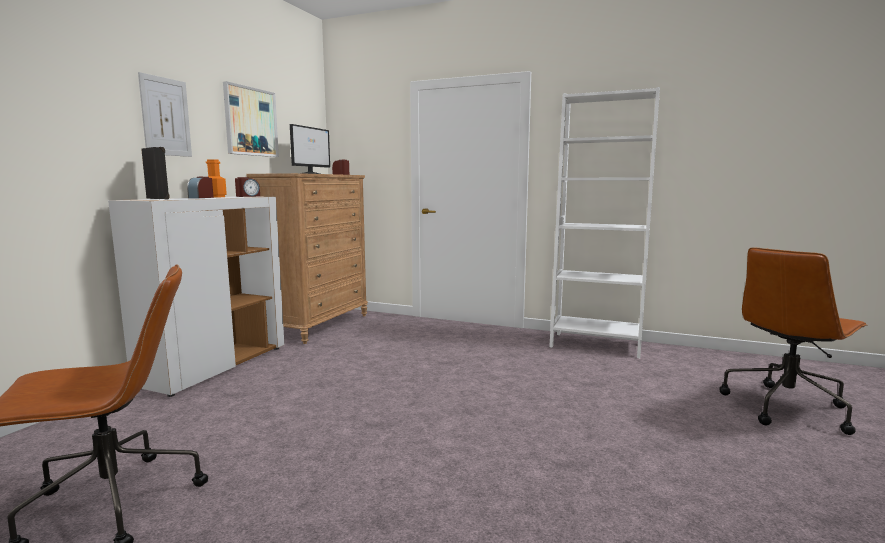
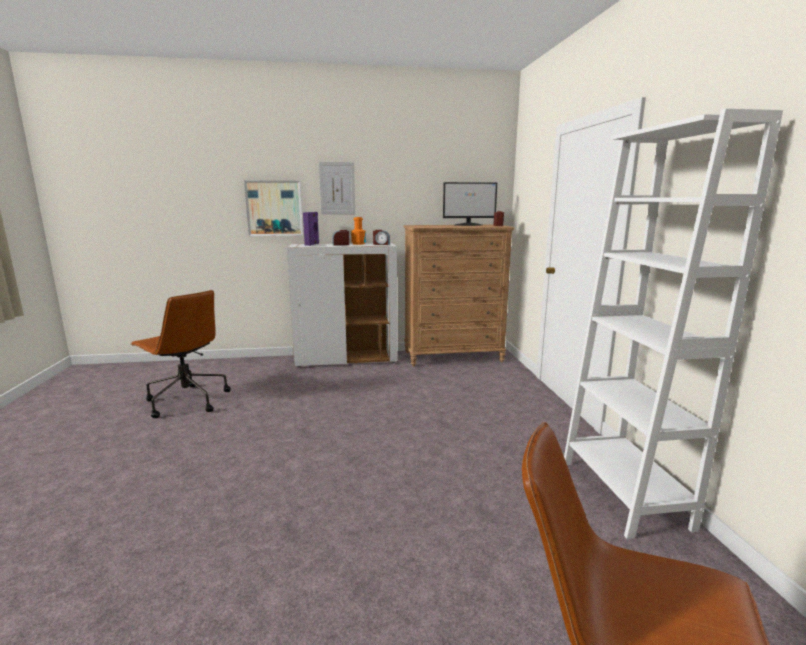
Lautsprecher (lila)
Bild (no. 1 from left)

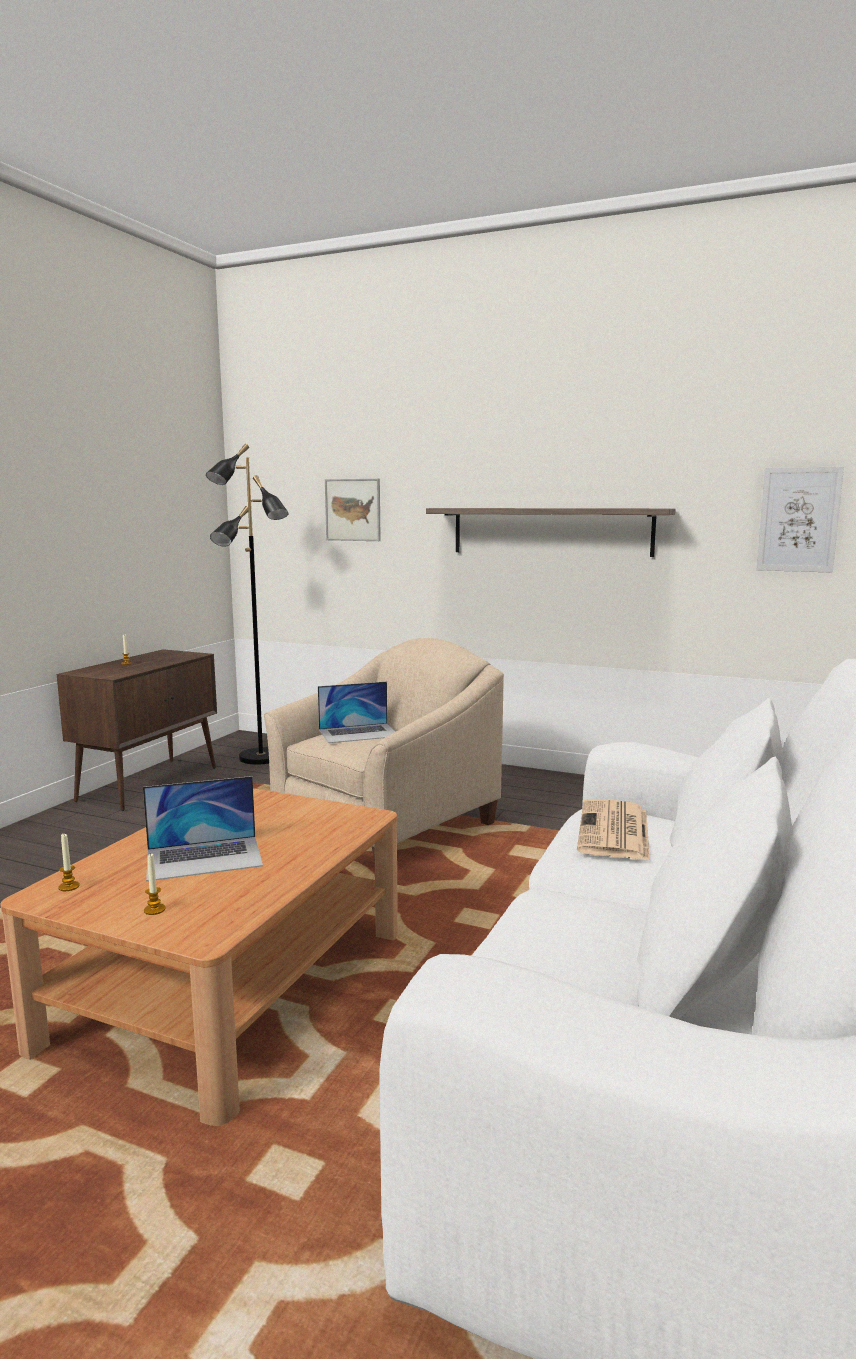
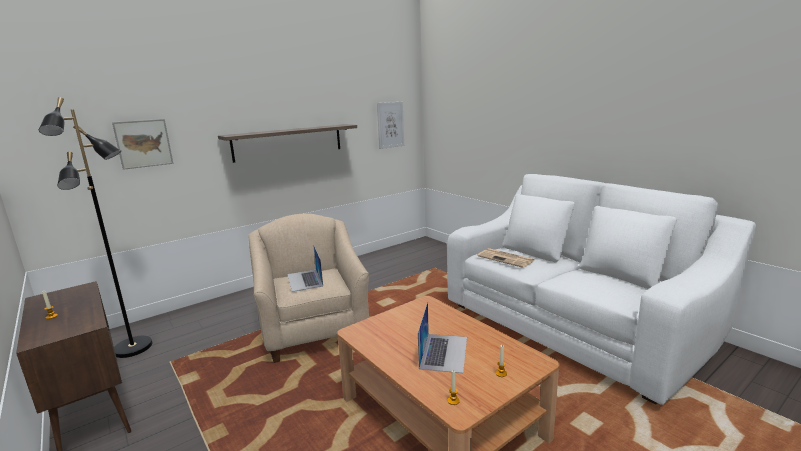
Laptop (no. 1 from left)

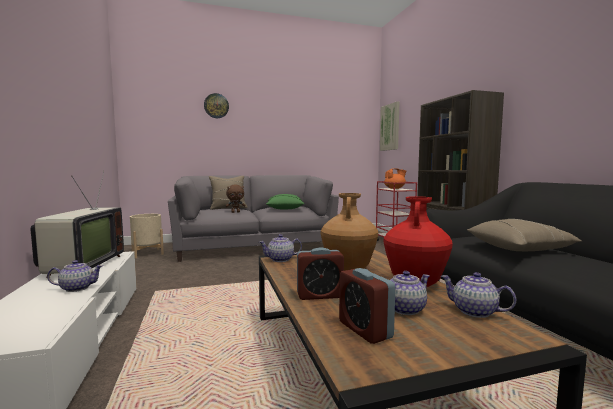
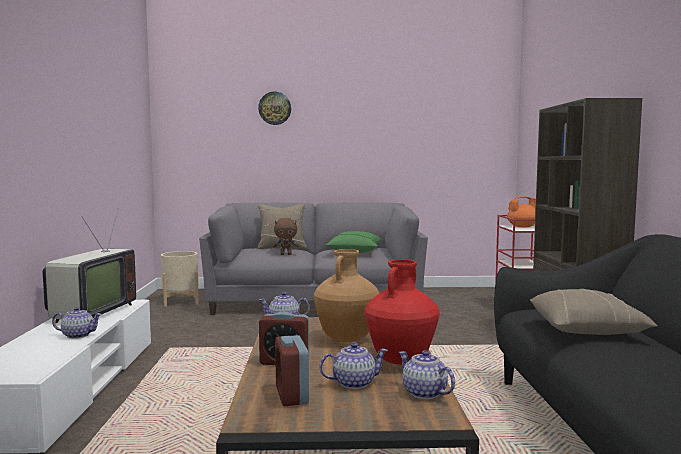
Bild

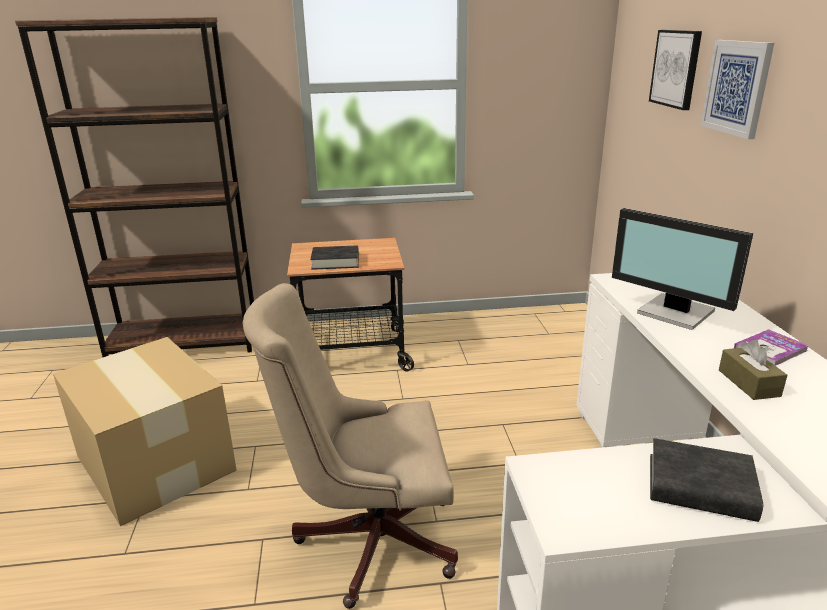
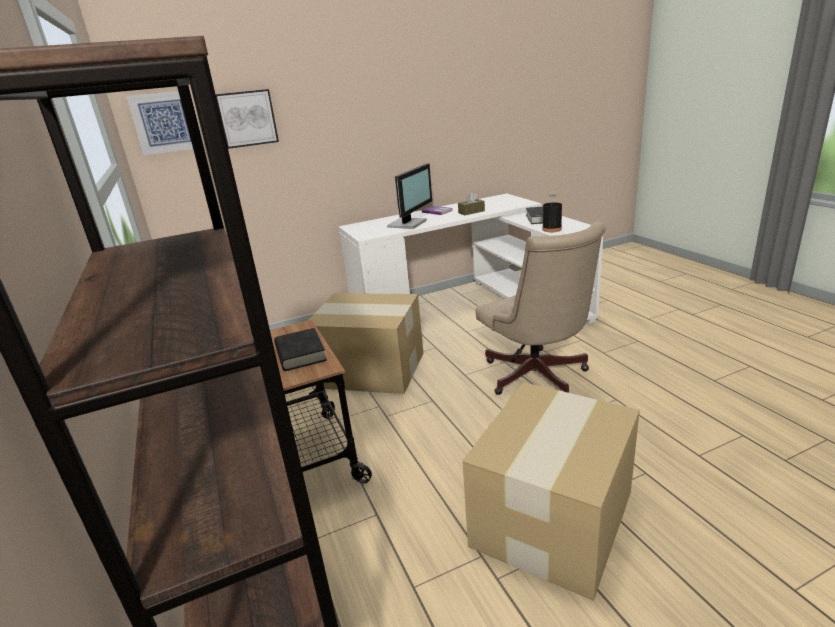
Bild (no. 1 from left)
Karton (no. 1 from left)
Flasche (schwarz)

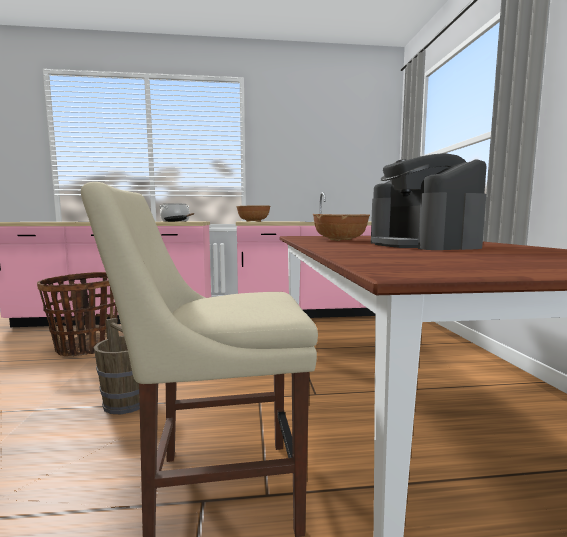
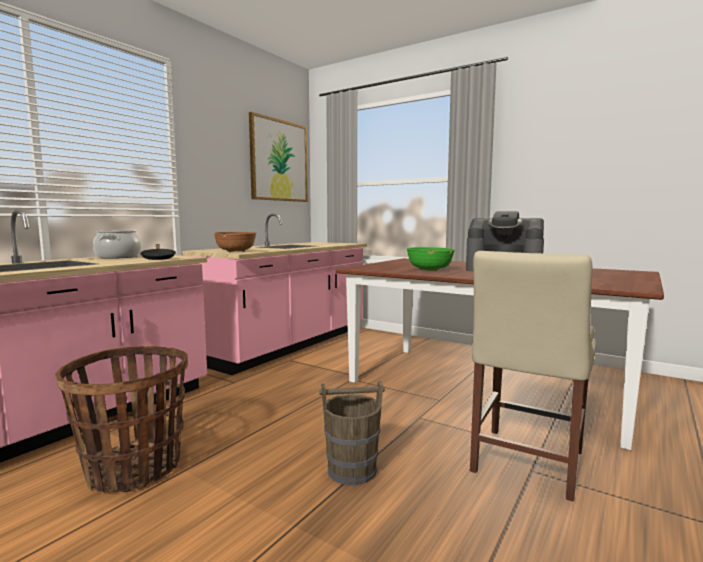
Schüssel (grün)
Bild

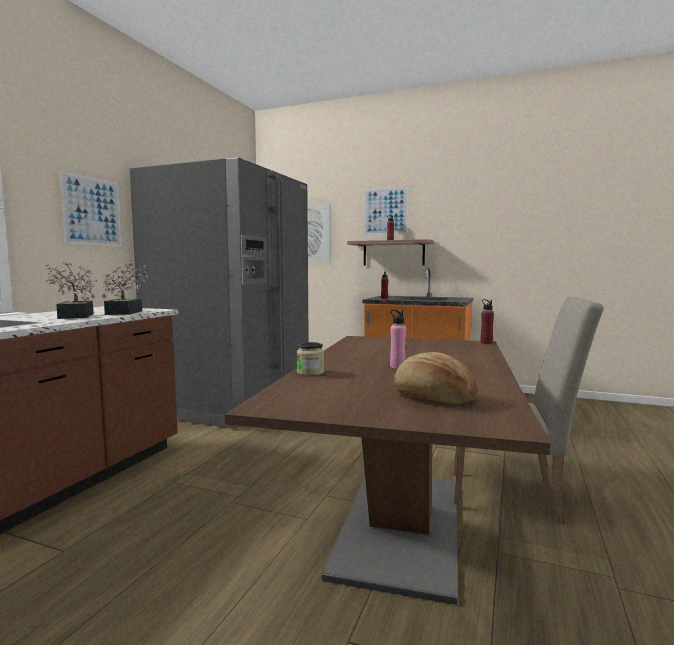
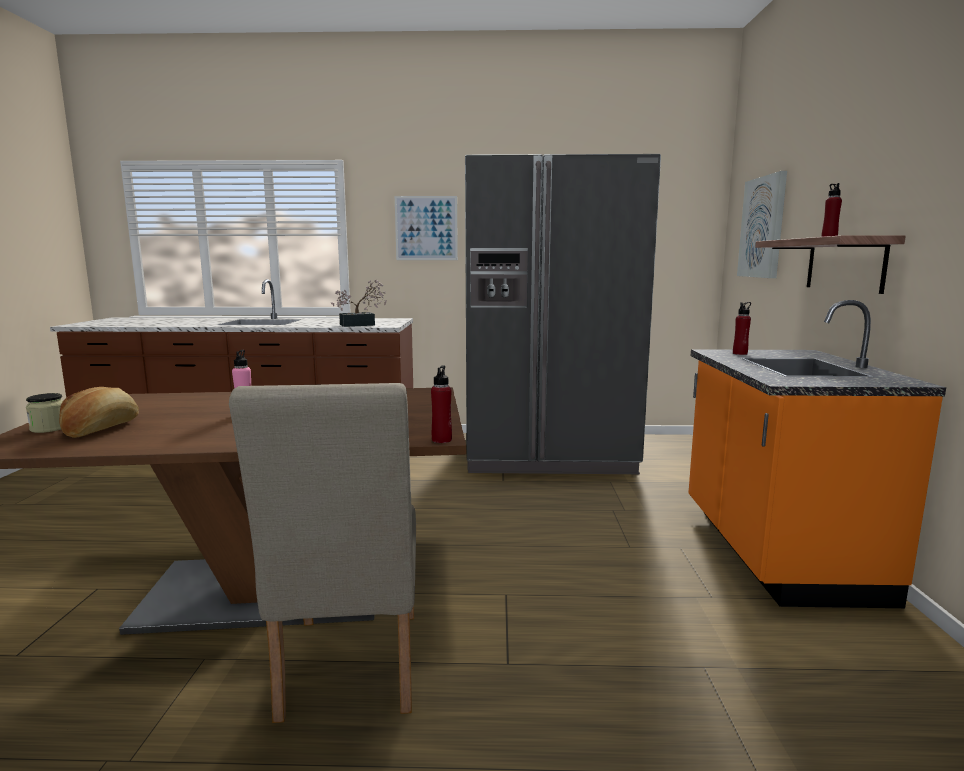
Topfpflanze (no. 1 from left in the first image)
Vorratsglas
Bild (no. 3 from left in the first image)

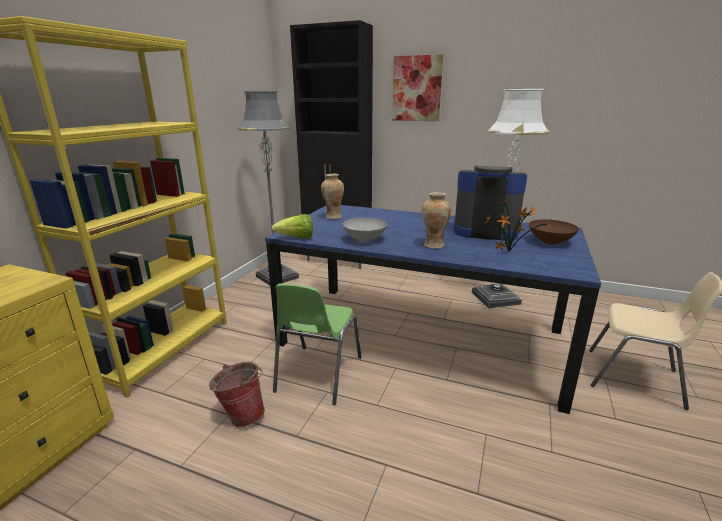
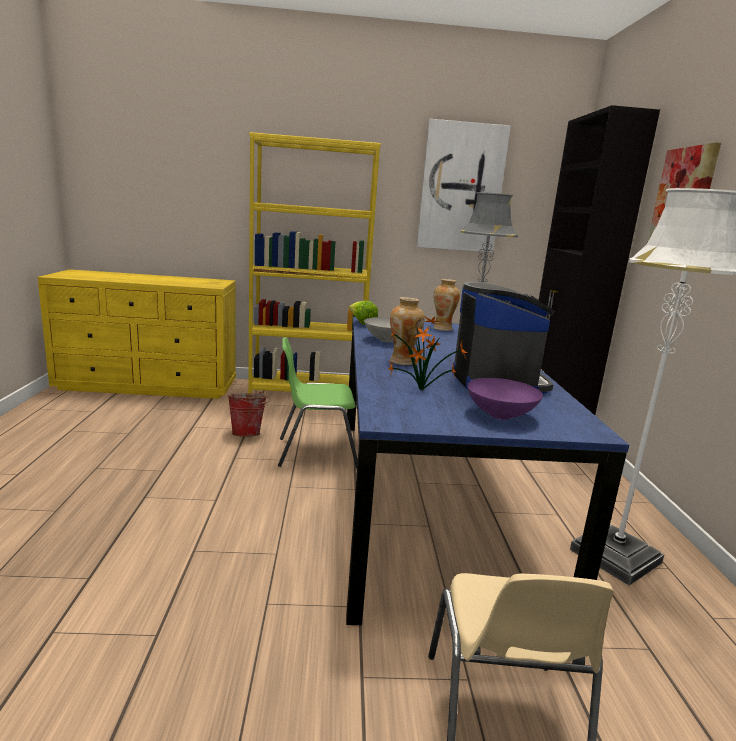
Schüssel (lila)
Bild (no. 1 from left)

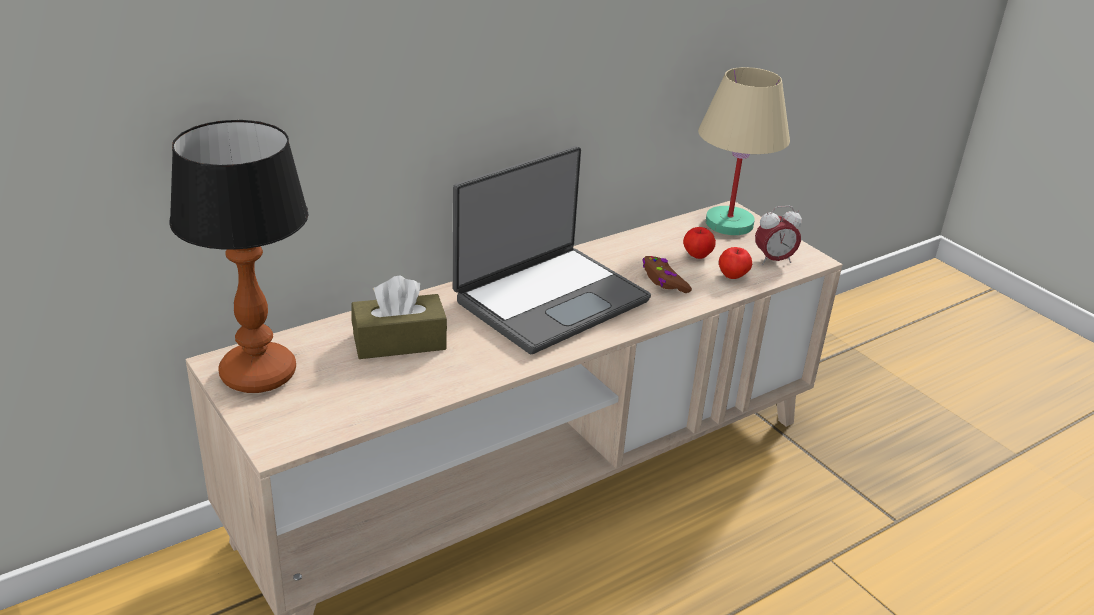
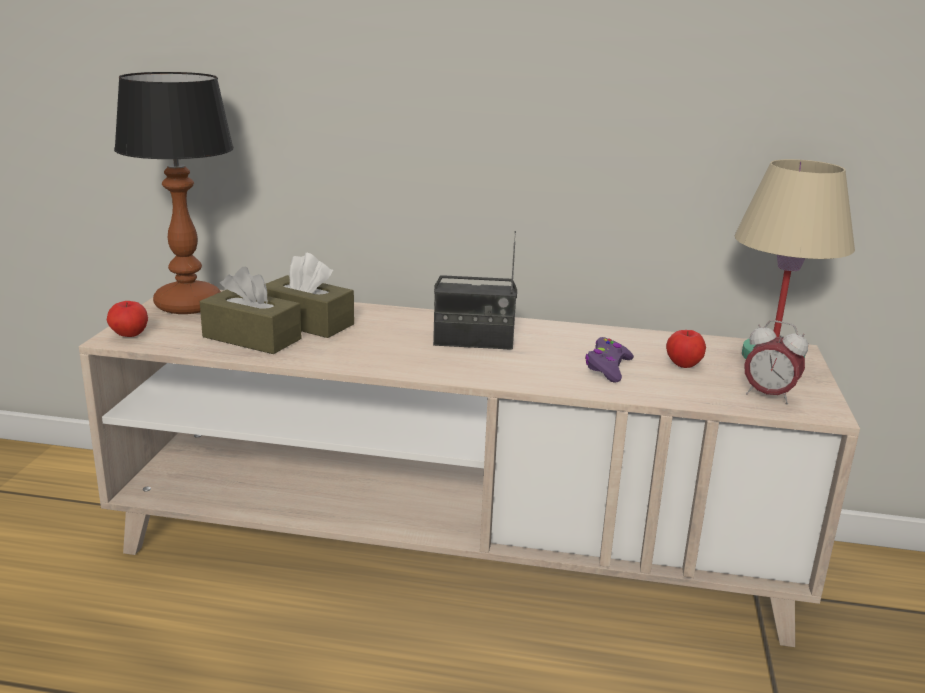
Radio
Gamepad (lila)
Apfel (no. 1 from left)
Taschentuchbox (braun) (no. 1 from left)

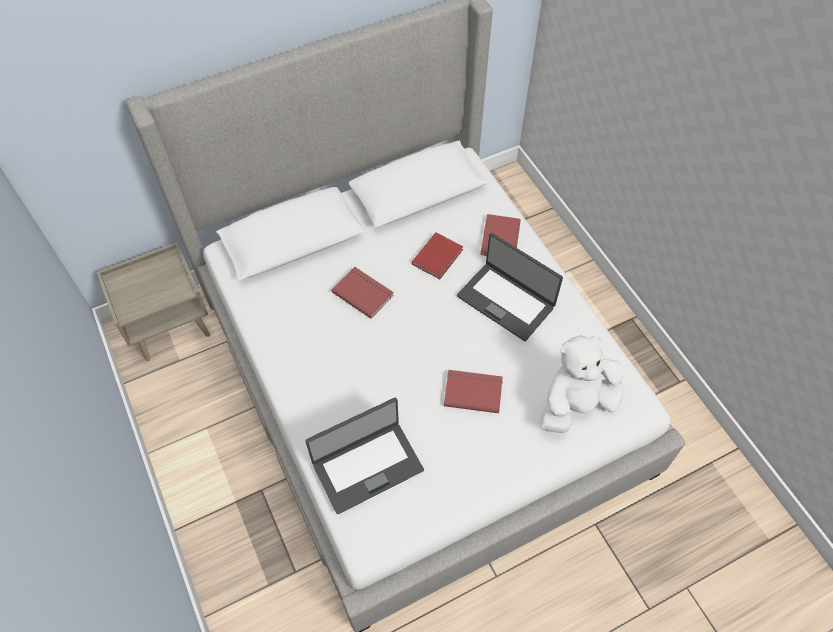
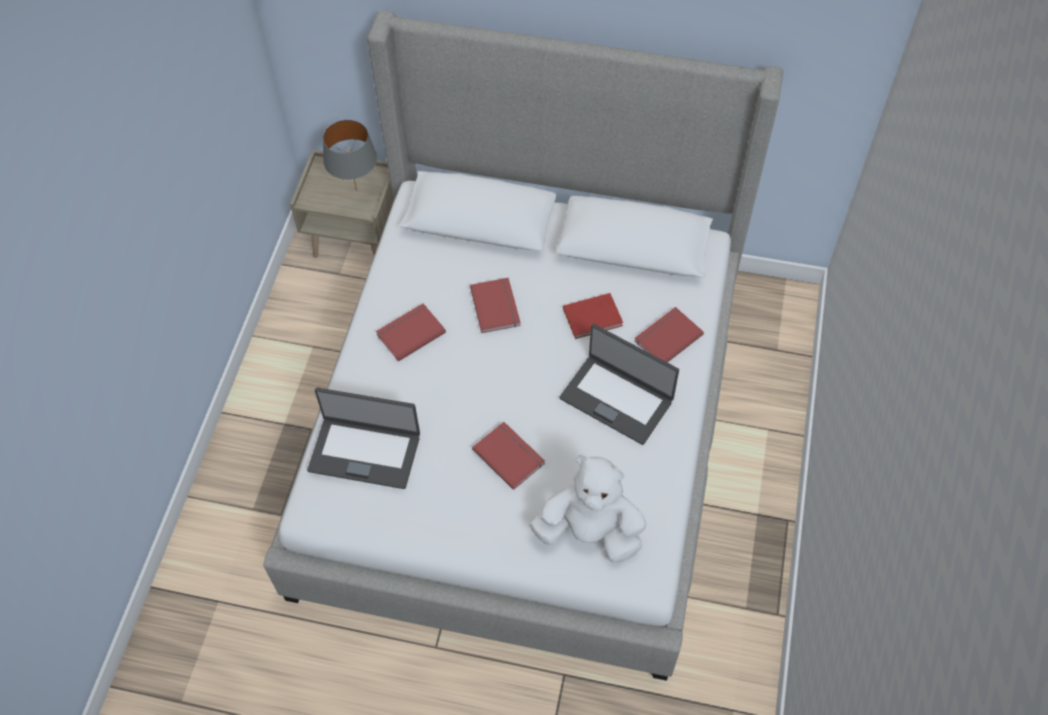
Laptop (no. 2 from left)
Tischlampe (grau)
Buch (rot) (no. 1 from left)

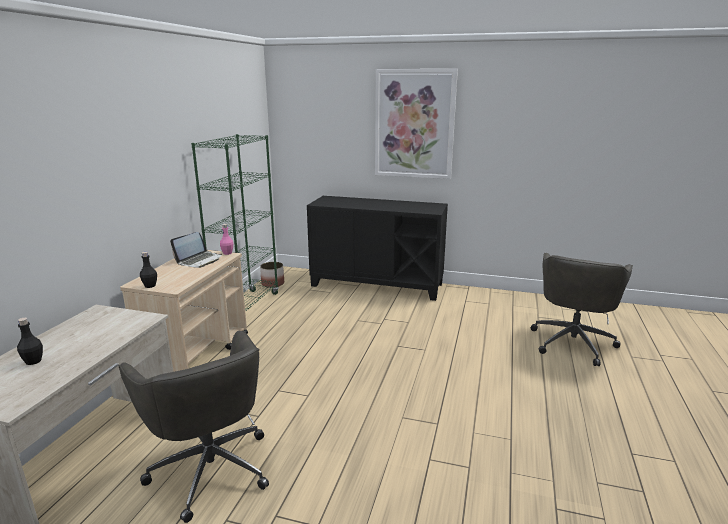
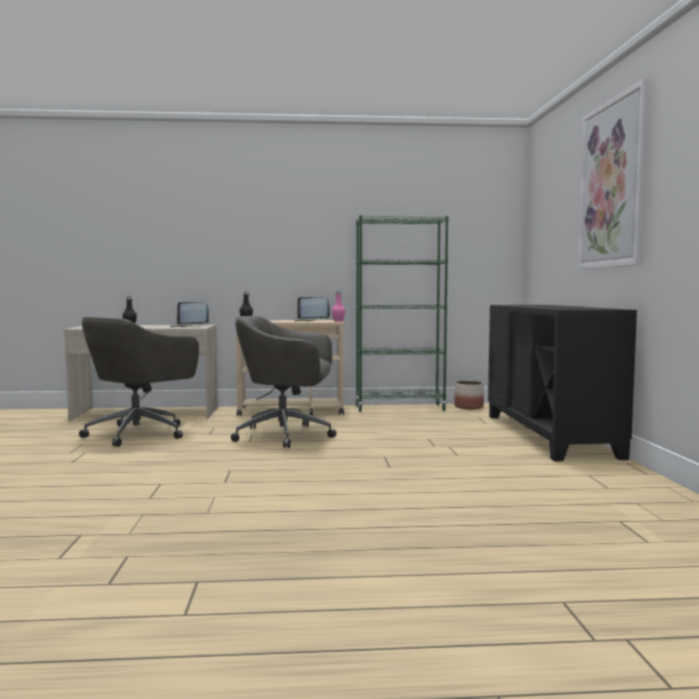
Bürostuhl (grau) (no. 2 from left)
Laptop (no. 1 from left)

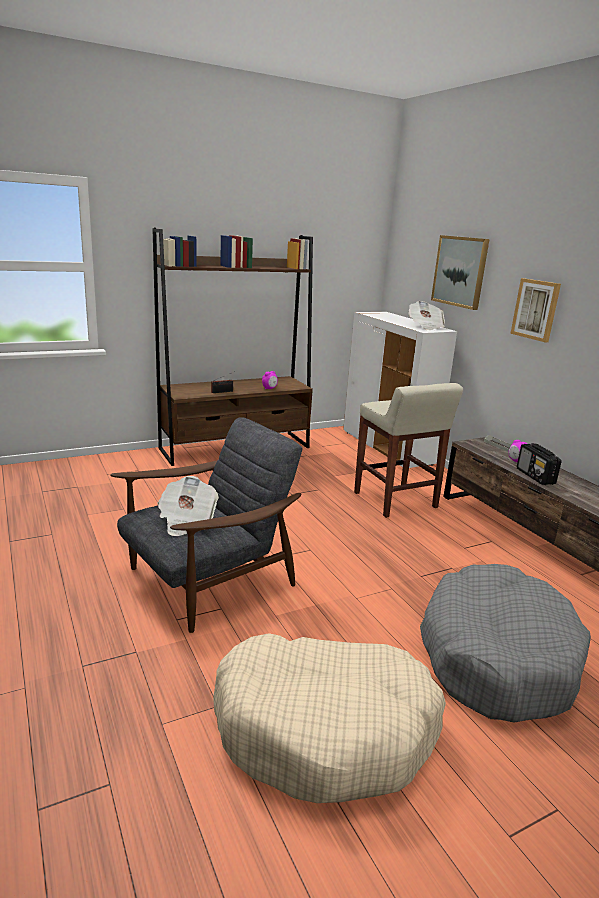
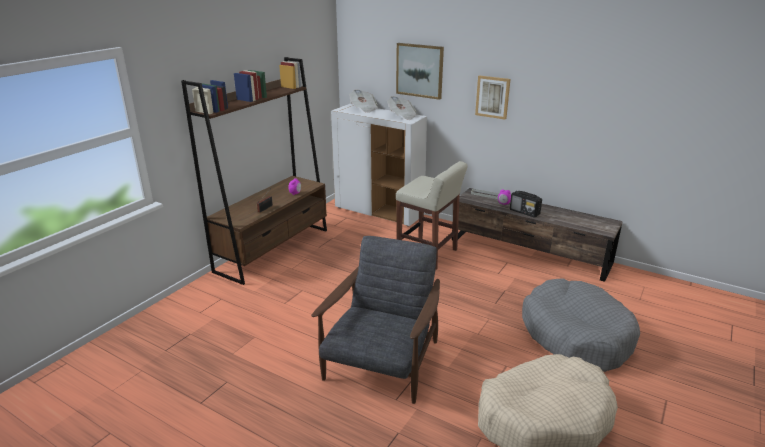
Zeitung (no. 1 from left)

